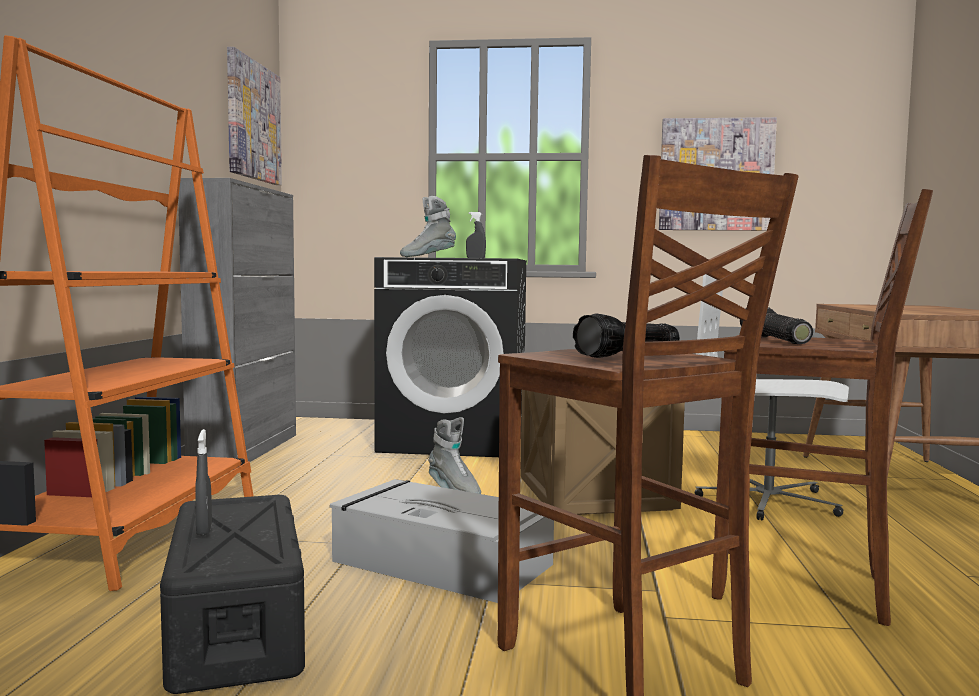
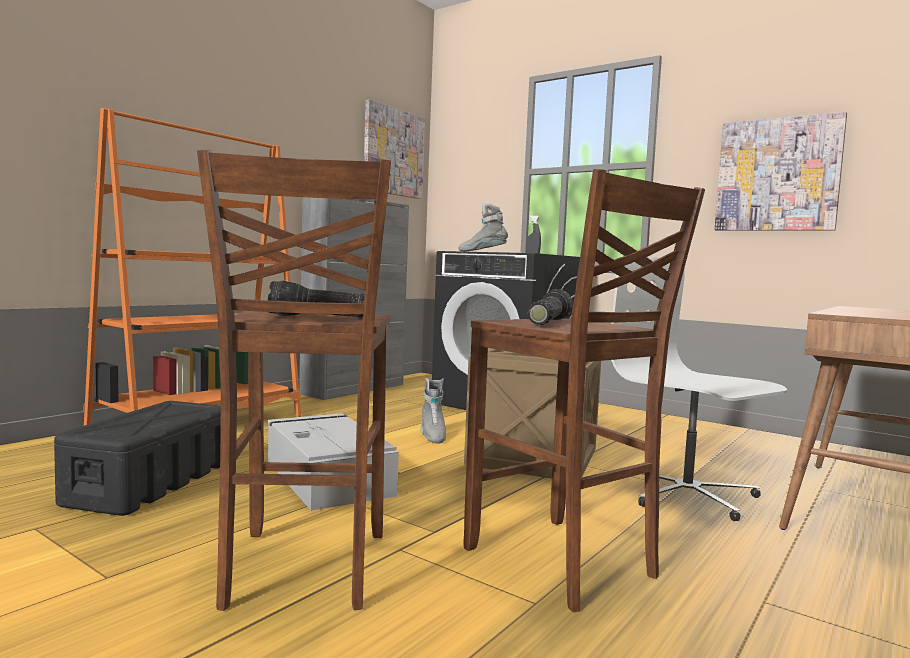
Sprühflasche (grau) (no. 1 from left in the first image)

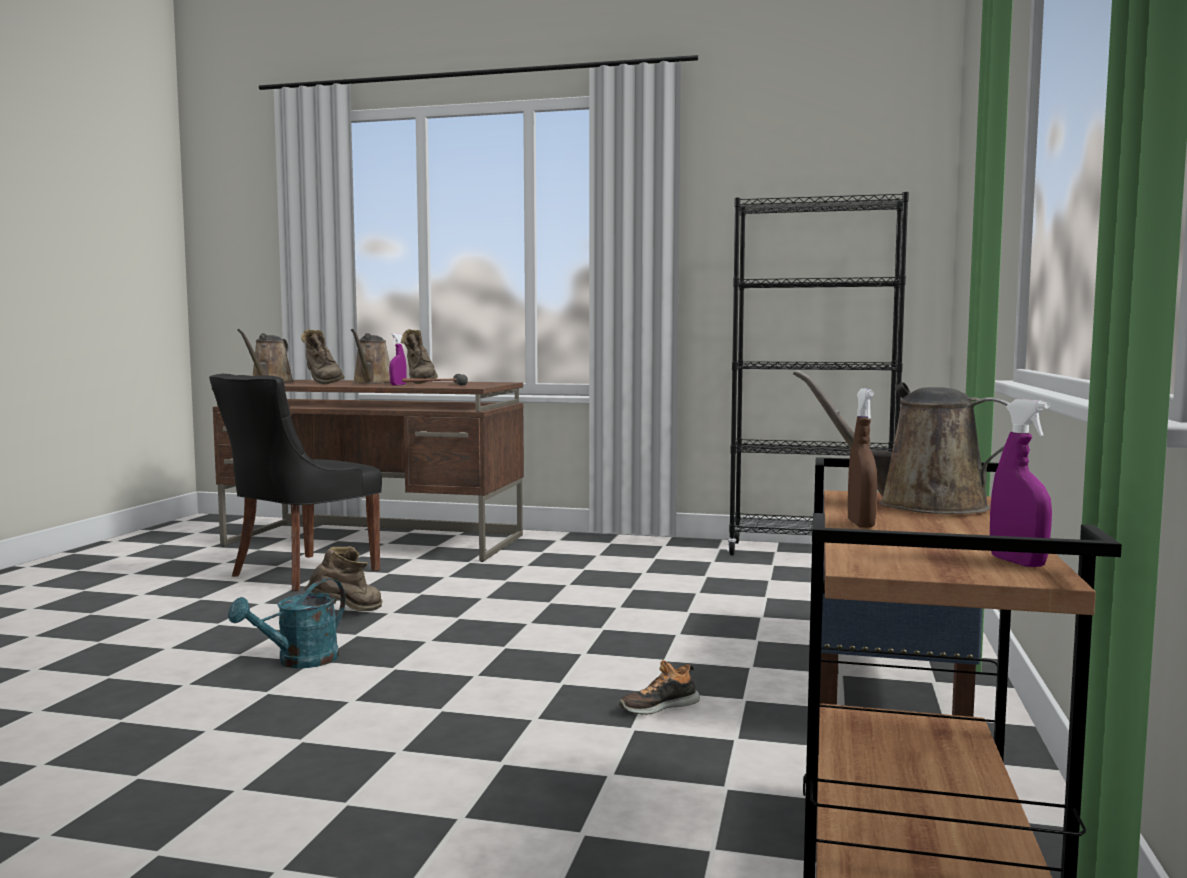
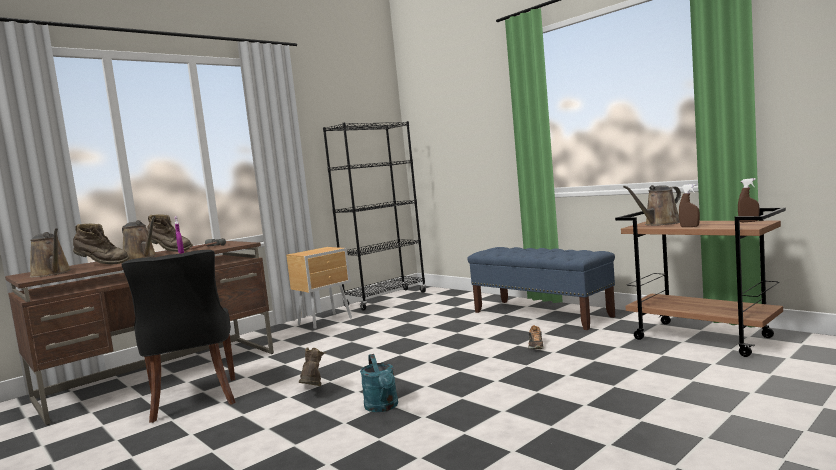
Sprühflasche (braun) (no. 2 from left)
Nachttisch (braun)

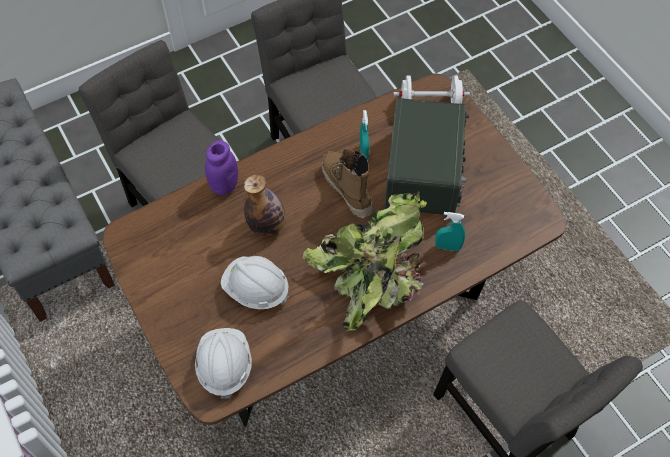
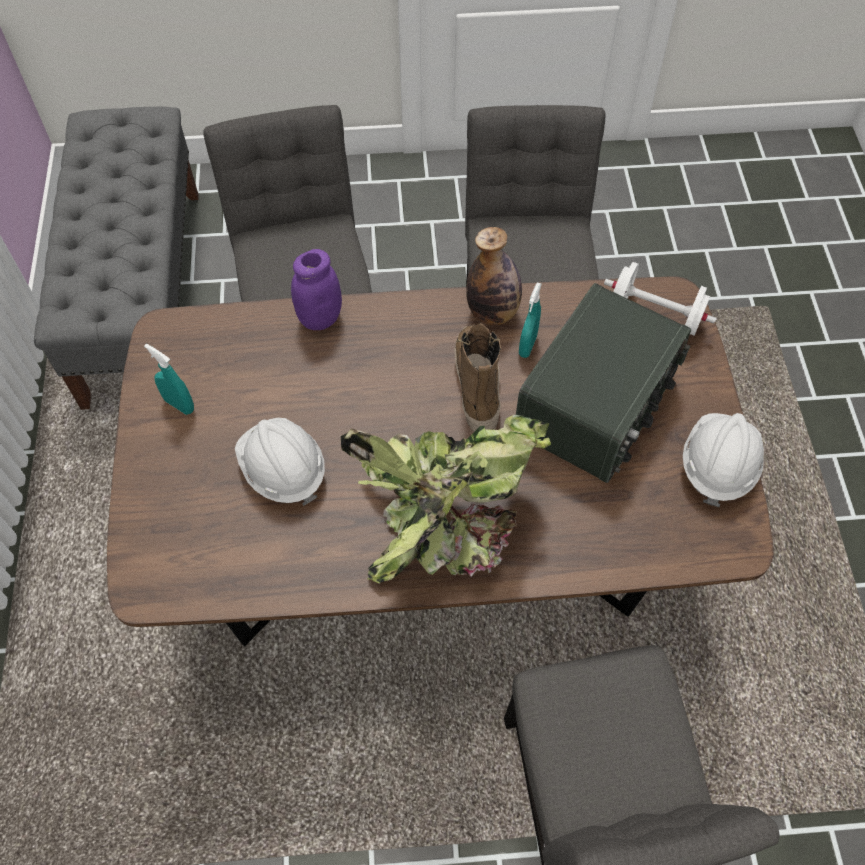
Schutzhelm (weiß) (no. 2 from left)
Flasche
Sprühflasche (türkis) (no. 1 from left)

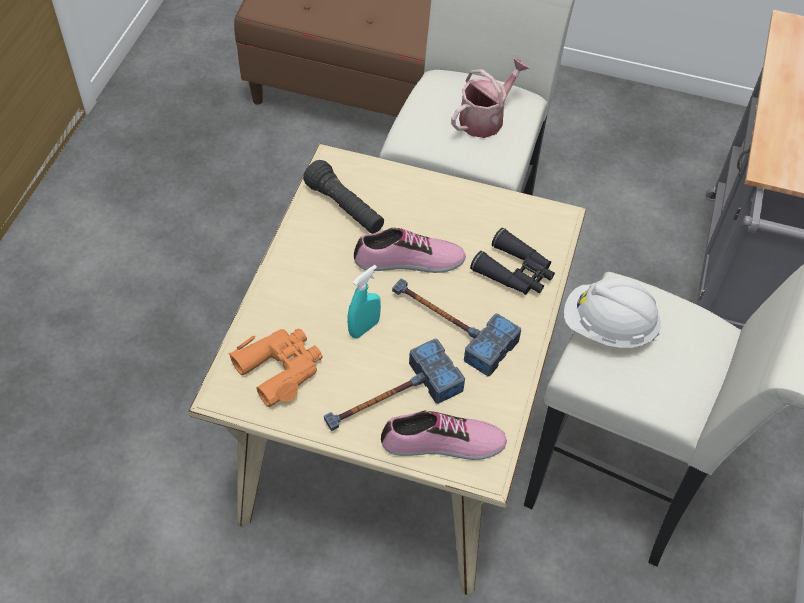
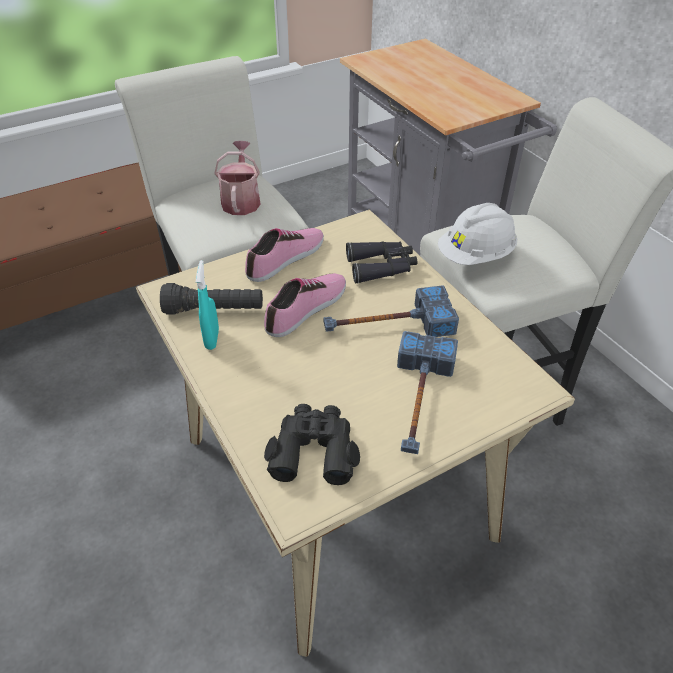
Fernglas (schwarz) (no. 1 from left)
Sprühflasche (türkis)
Schuh (no. 1 from left)

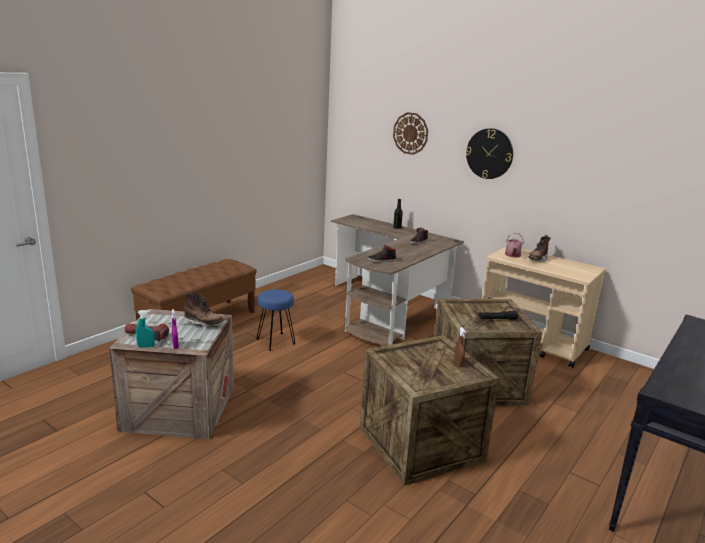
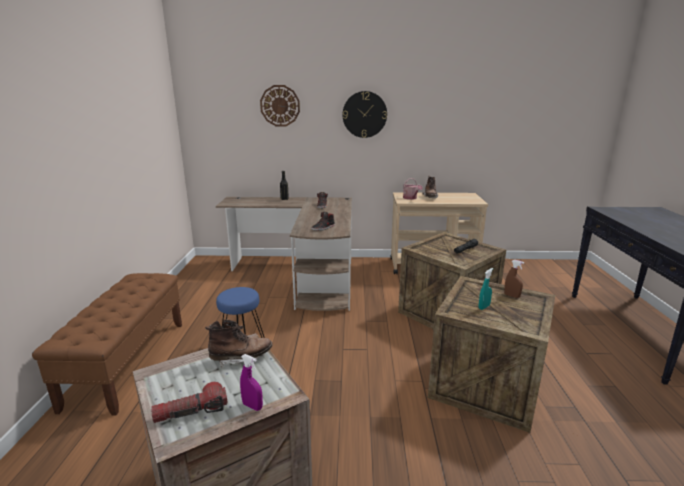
Sprühflasche (türkis)

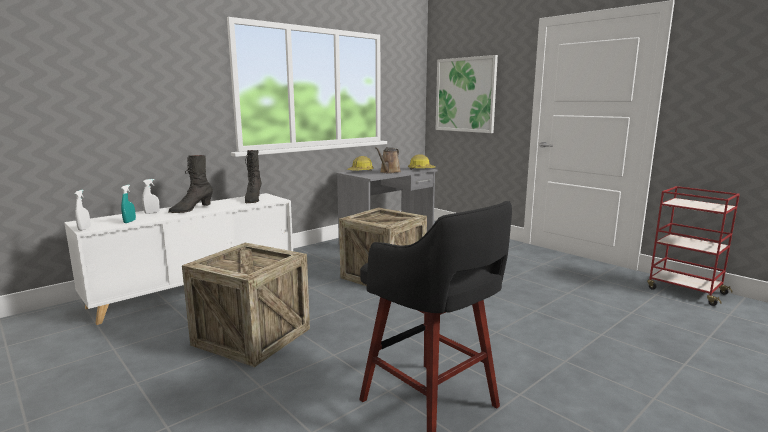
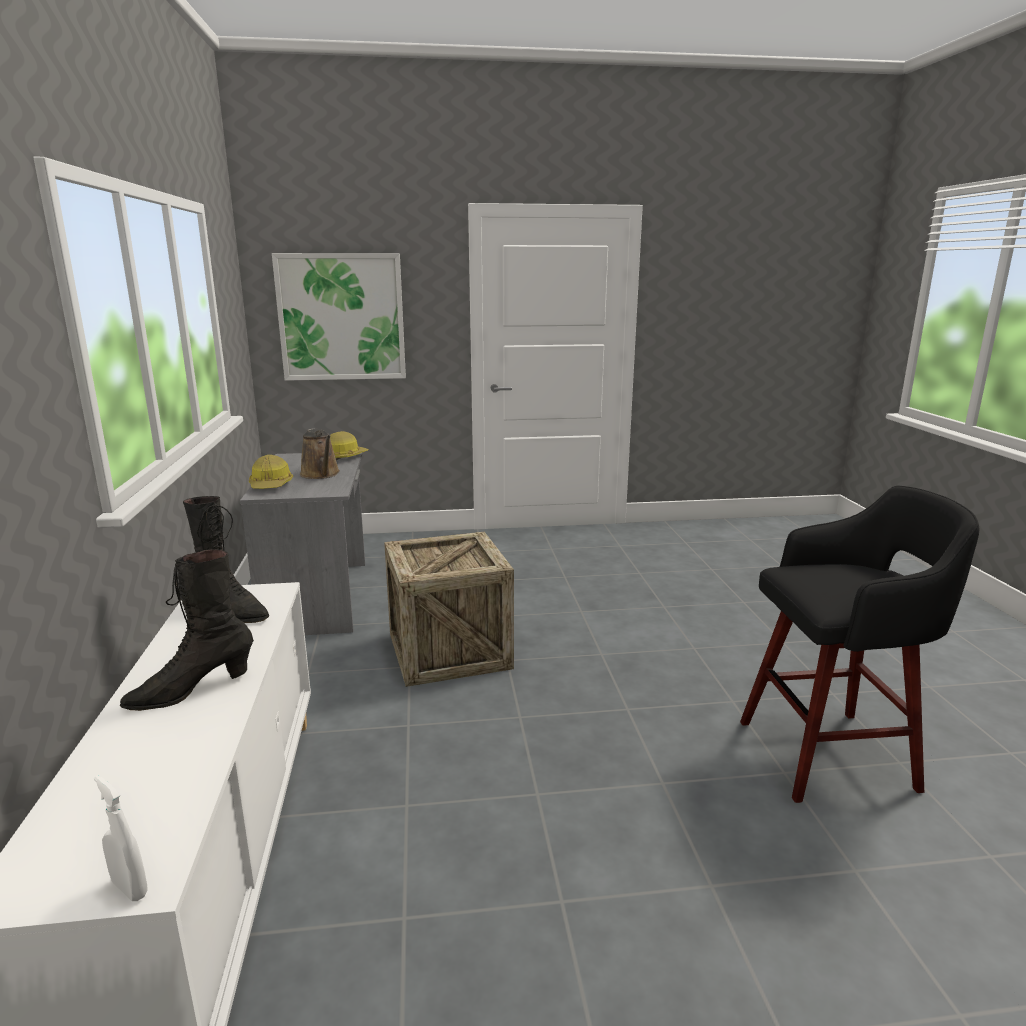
Sprühflasche (türkis)
Sprühflasche (weiß) (no. 2 from left in the first image)
Stiefel (schwarz) (no. 1 from left)
Kiste (no. 1 from left in the first image)
Rollwagen (rot)

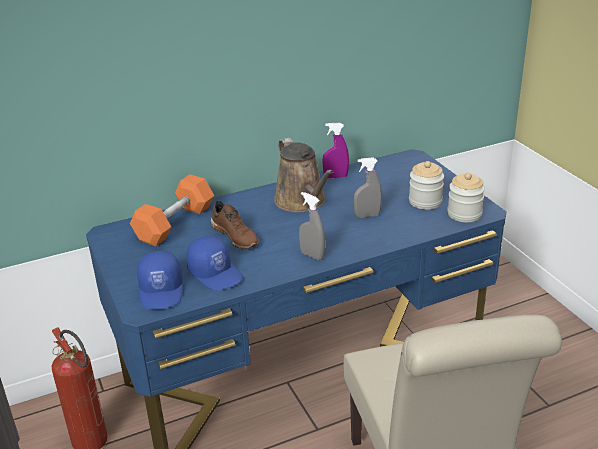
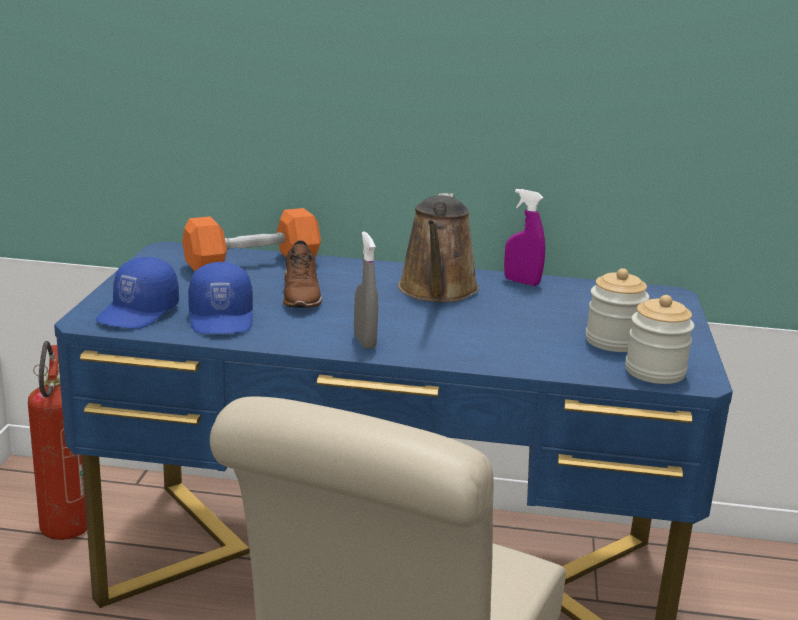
Sprühflasche (grau) (no. 2 from left in the first image)

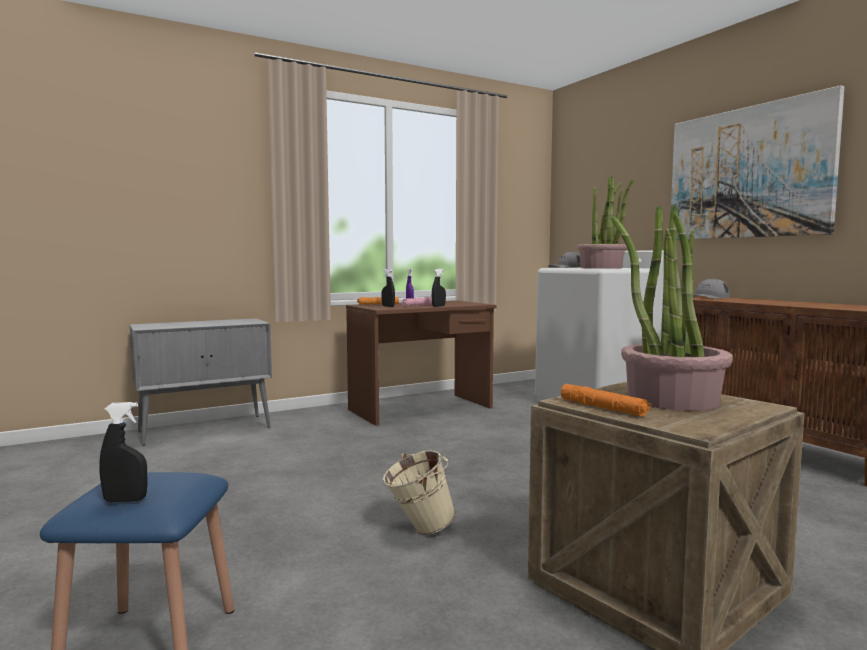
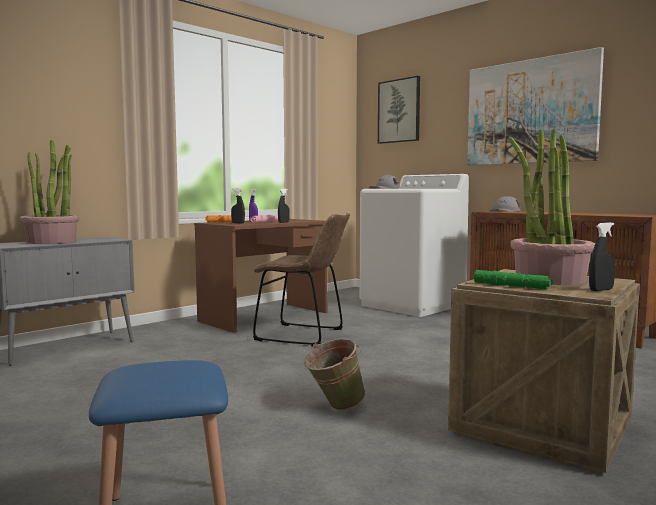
Sprühflasche (schwarz) (no. 3 from left)
Eimer (grün)
Taschenlampe (grün)
Topfpflanze (no. 1 from left)
Stuhl (braun)
Bild (no. 1 from left)

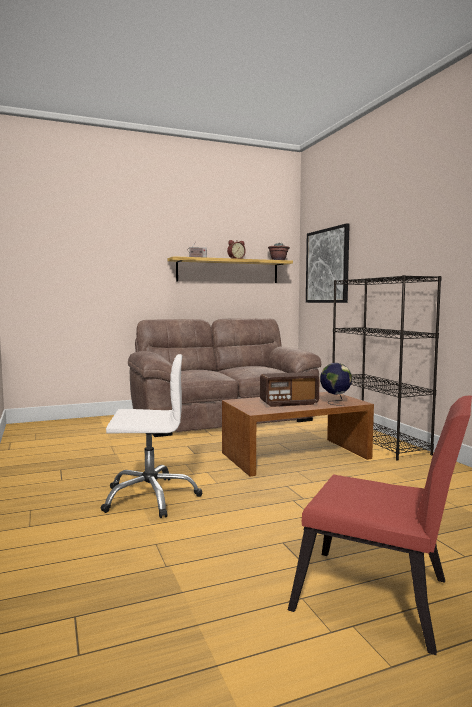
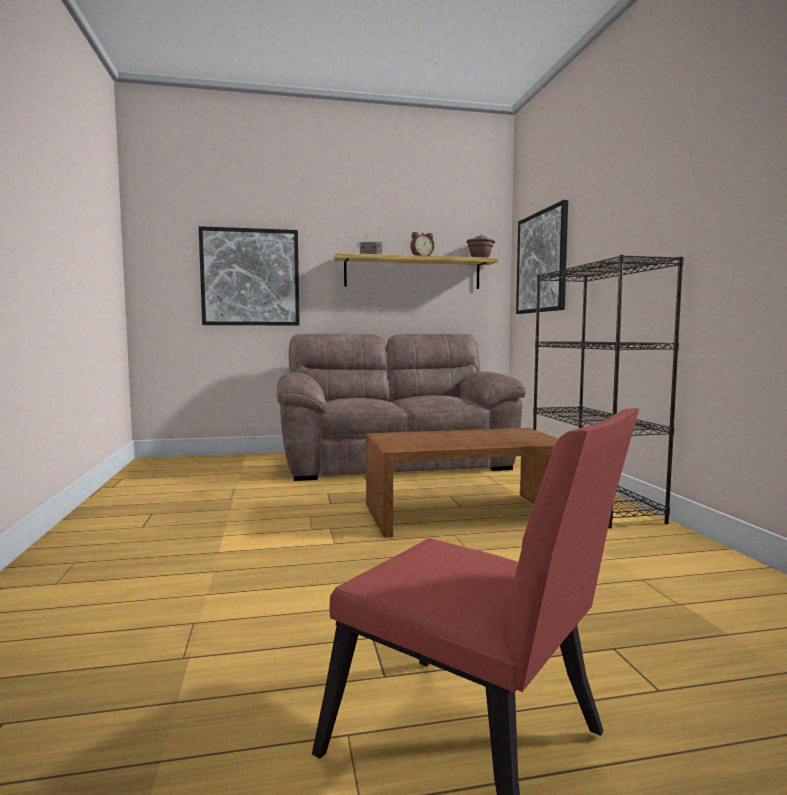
Bürostuhl (weiß)
Radio (no. 2 from left in the first image)
Globus
Bild (no. 1 from left)

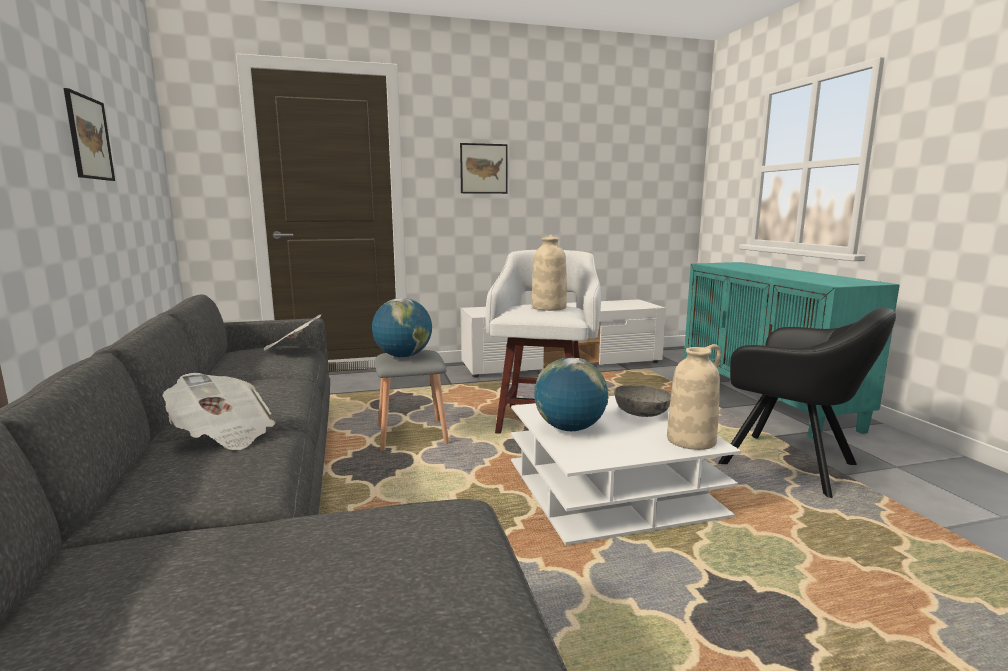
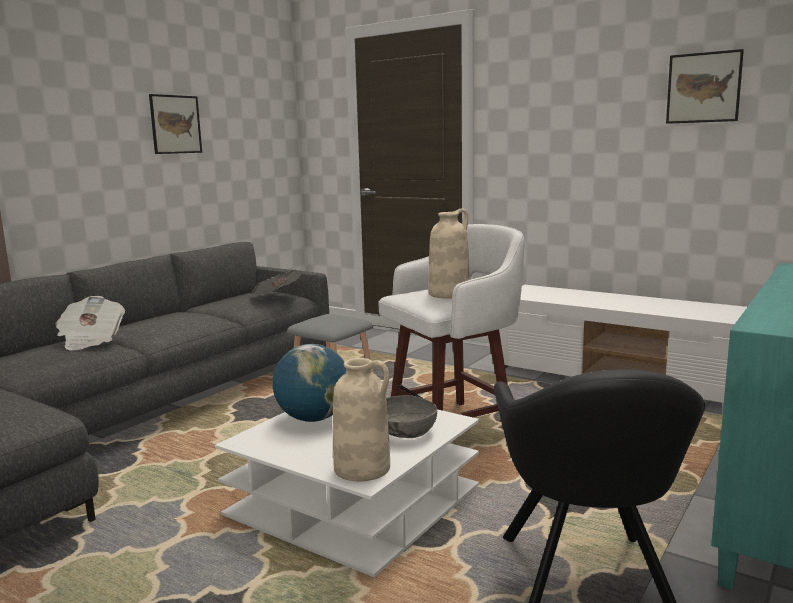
Globus (no. 1 from left in the first image)
Bild (no. 2 from left)

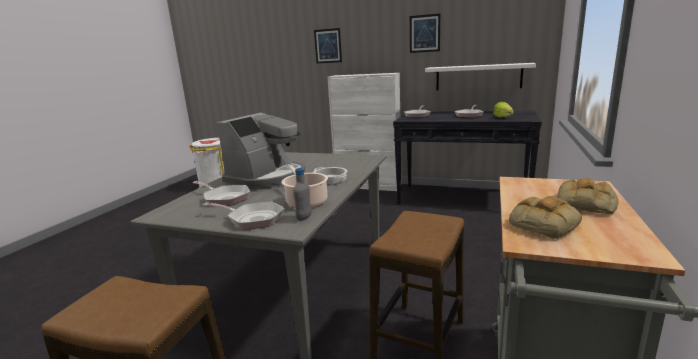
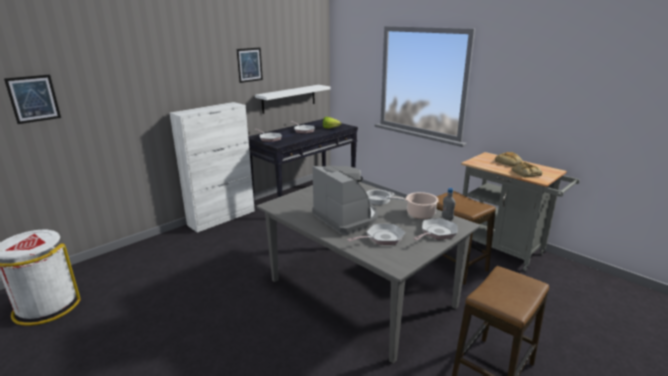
Bild (no. 1 from left)

